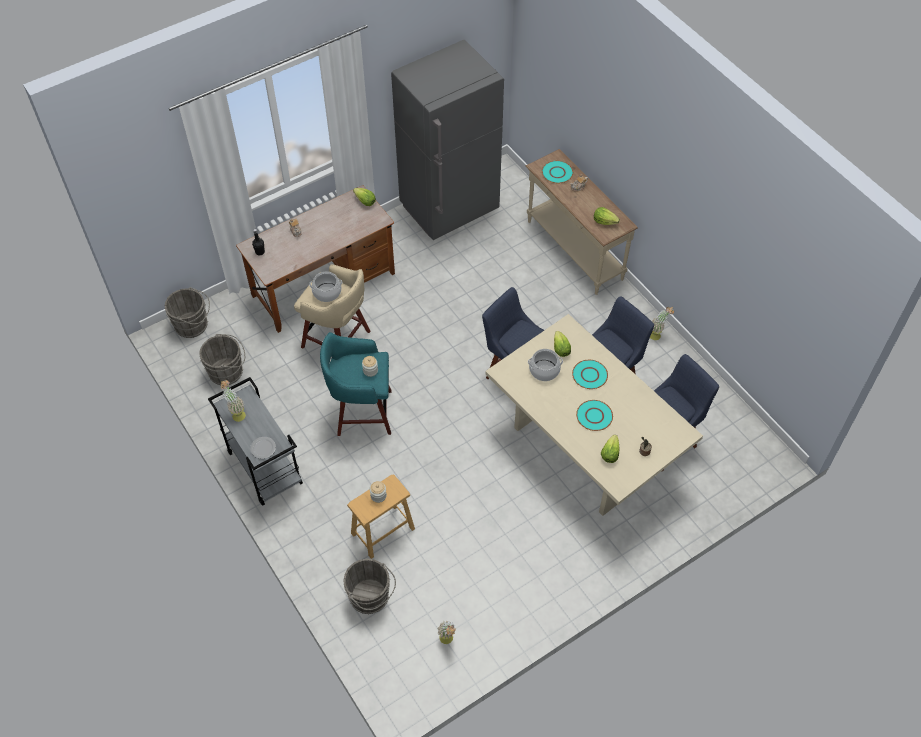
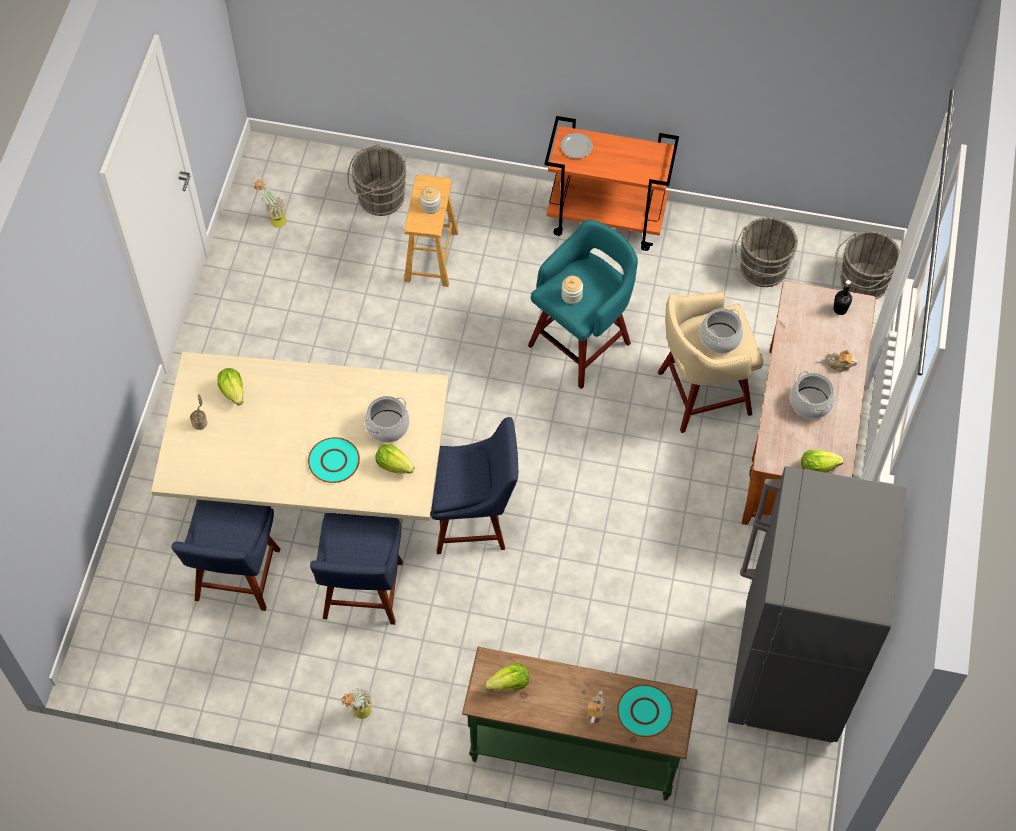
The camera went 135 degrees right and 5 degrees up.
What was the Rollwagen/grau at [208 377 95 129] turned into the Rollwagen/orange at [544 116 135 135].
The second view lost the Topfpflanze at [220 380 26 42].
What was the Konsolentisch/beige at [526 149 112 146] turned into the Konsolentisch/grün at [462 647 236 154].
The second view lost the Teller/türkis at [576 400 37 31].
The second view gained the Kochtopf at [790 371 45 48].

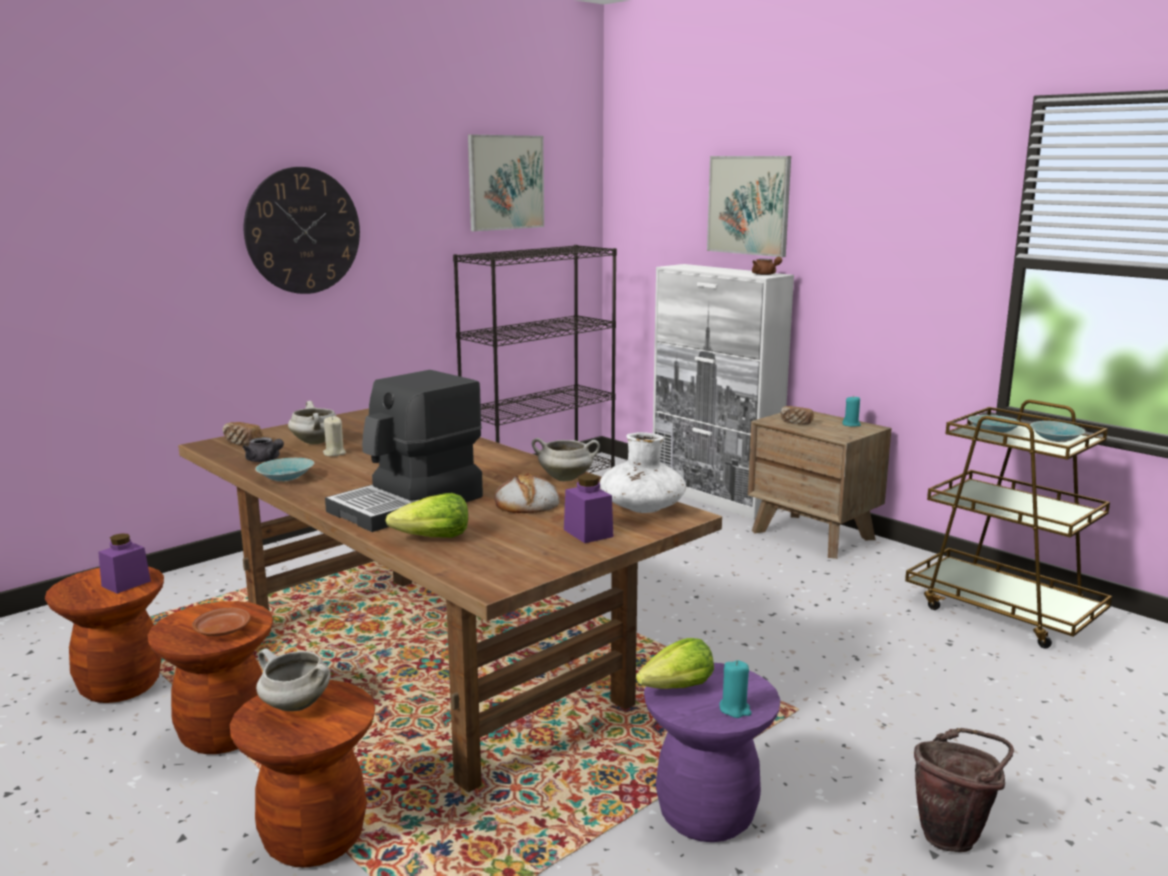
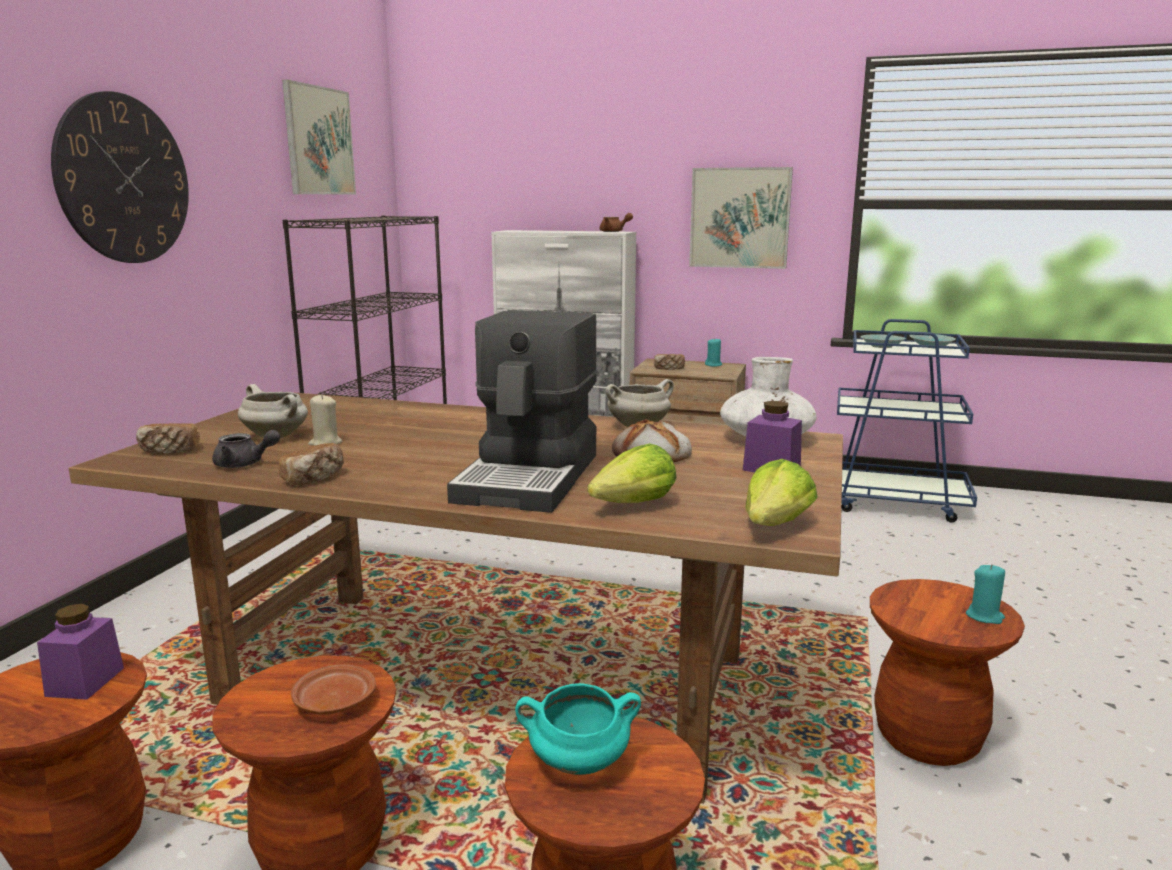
The camera went 30 degrees left and 0 degrees up.
Where the Schüssel/türkis stood at [255 458 59 24], the Brot came to stand at [278 443 66 42].
What was the Kochtopf/weiß at [256 649 75 62] turned into the Kochtopf/türkis at [515 683 126 92].
The Salatkopf ended up elsewhere, having gone from [636 638 78 51] to [746 459 72 67].
What was the Hocker/lila at [644 663 136 179] turned into the Hocker/braun at [870 579 155 187].
The Bild ended up elsewhere, having gone from [707 156 84 101] to [689 167 104 102].
What was the Rollwagen/braun at [905 400 207 249] turned into the Rollwagen/blau at [837 319 140 204].
The second view lost the Eimer/braun at [914 728 100 124].

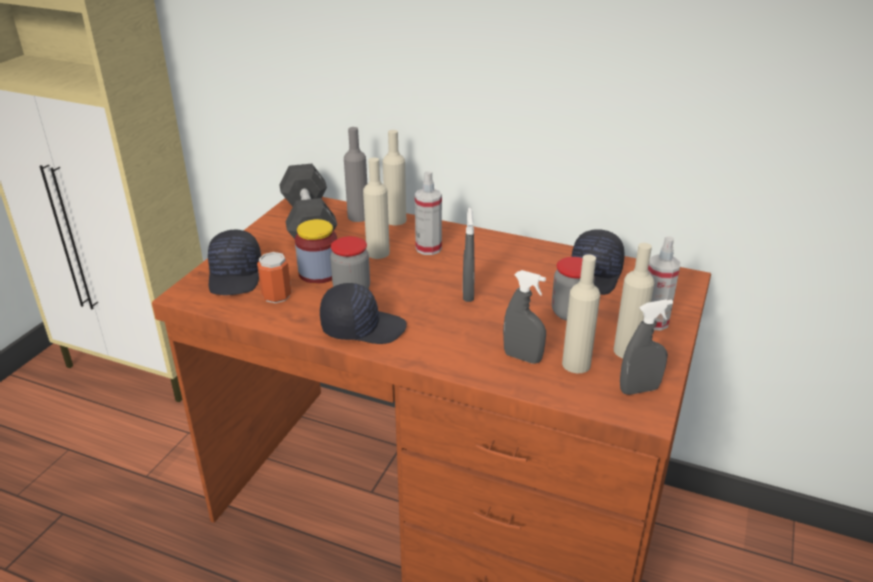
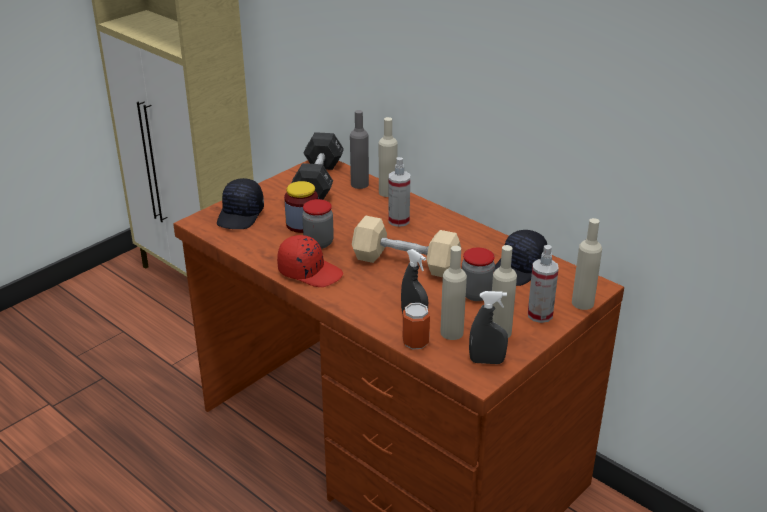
The camera went 20 degrees right and 0 degrees up.
The Dose ended up elsewhere, having gone from [257 252 35 51] to [403 303 27 46].
What was the Kappe/schwarz at [320 283 87 61] turned into the Kappe/rot at [277 235 66 52].
The Flasche/beige ended up elsewhere, having gone from [363 158 27 101] to [572 218 30 92].
Where the Sprühflasche/grau stood at [463 208 12 94], the Hantel/beige came to stand at [352 216 109 61].

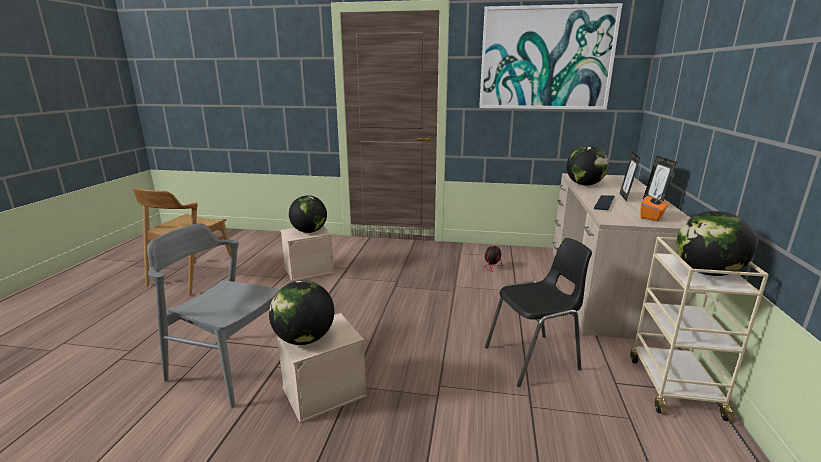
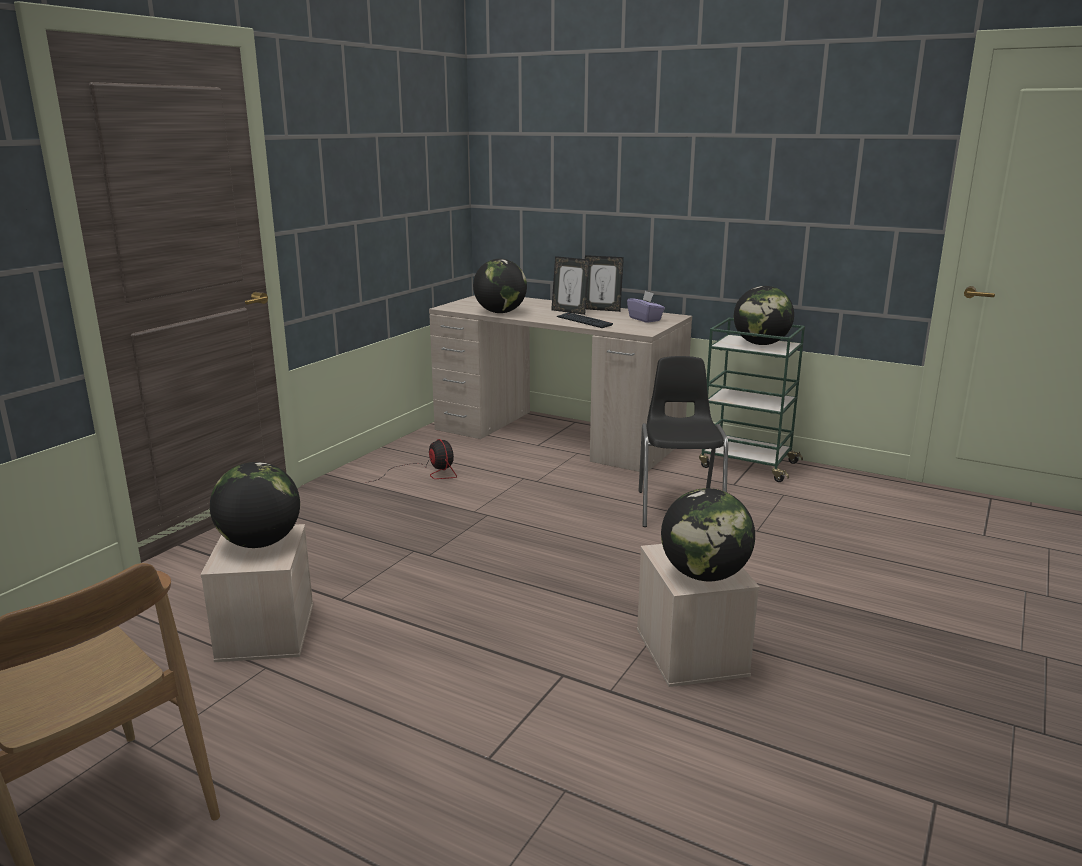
The camera went 70 degrees left and 0 degrees up.
The second view lost the Stuhl/grau at [147 223 133 185].
The second view lost the Bild at [479 3 143 107].
What was the Rollwagen/beige at [630 237 139 186] turned into the Rollwagen/grün at [699 318 106 164].
What was the Taschentuchbox/orange at [640 194 28 27] turned into the Taschentuchbox/lila at [627 291 38 32].

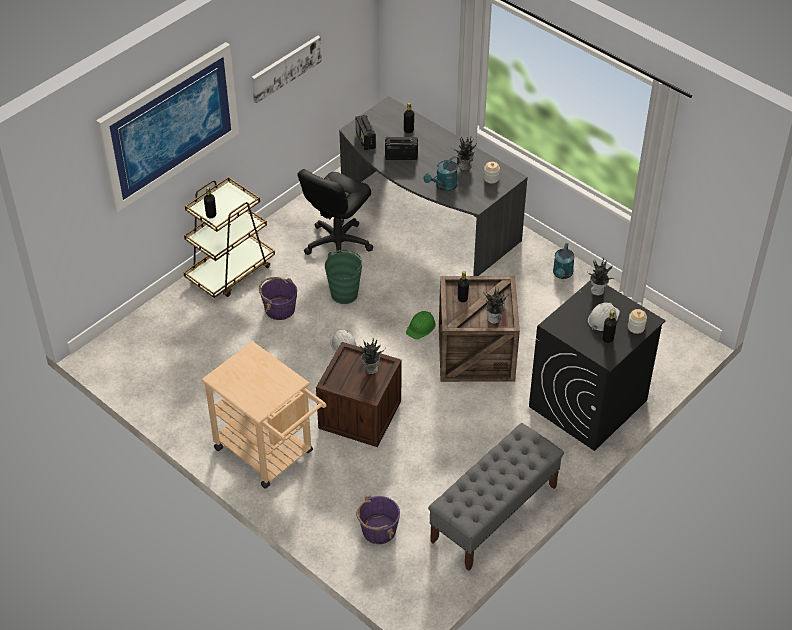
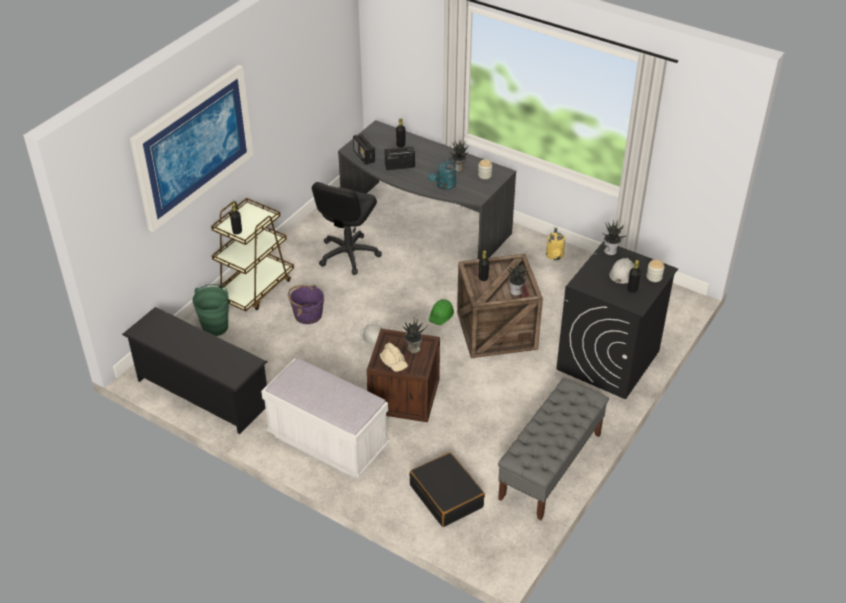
The camera went 10 degrees left and 5 degrees down.
Where the Rollwagen/beige stood at [201 341 125 148], the Bank/weiß came to stand at [261 358 128 120].
The second view lost the Bild at [251 36 71 68].
The Eimer/grün ended up elsewhere, having gone from [325 250 37 54] to [192 284 37 52].
Where the Eimer/lila stood at [356 495 44 49], the Koffer/schwarz came to stand at [409 452 76 75].
What was the Gießkanne/türkis at [553 243 22 36] turned into the Gießkanne/gelb at [546 228 19 32].
The second view gained the Schuhregal/schwarz at [122 307 146 127].
The second view gained the Schutzhelm/beige at [380 343 28 29].

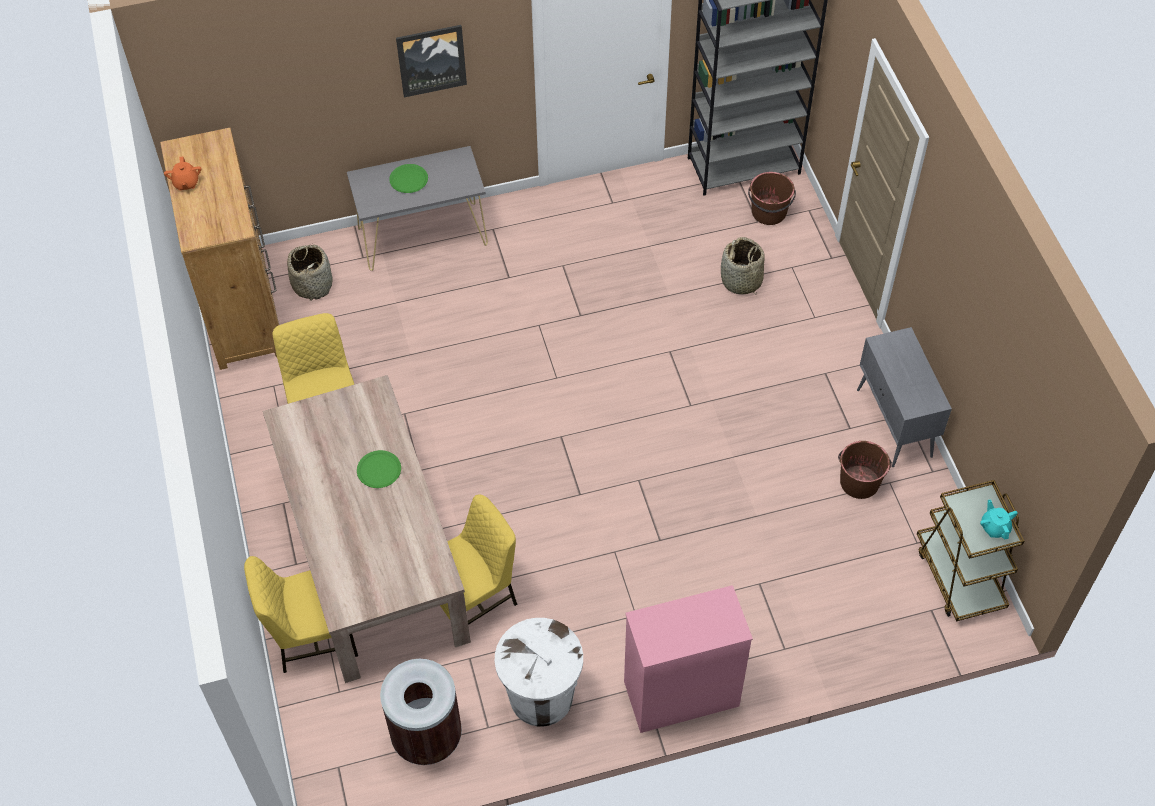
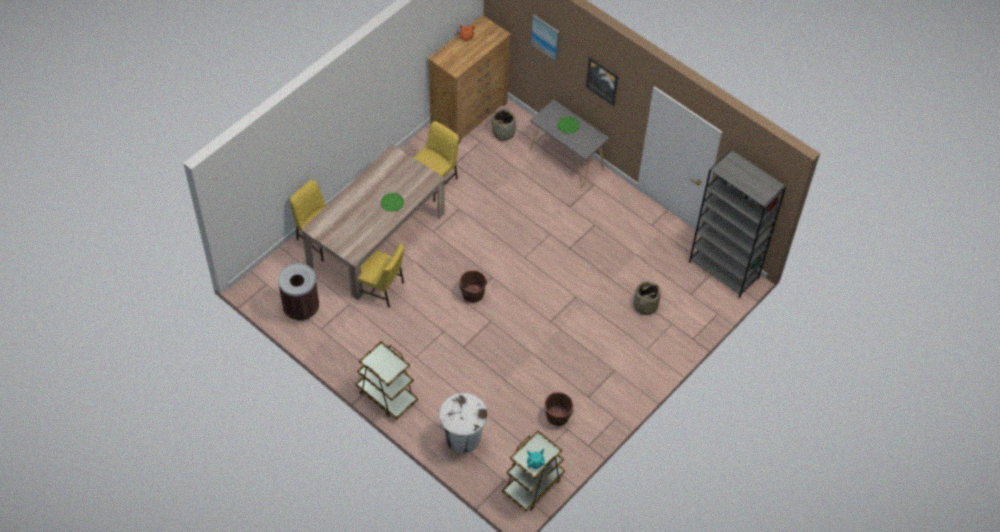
The camera went 55 degrees right and 0 degrees up.
The Mülleimer/weiß ended up elsewhere, having gone from [495 618 88 108] to [439 393 48 60].
Where the Kommode/rosa stood at [624 585 129 148], the Rollwagen/braun came to stand at [355 341 63 79].
The Eimer/braun ended up elsewhere, having gone from [748 172 48 53] to [459 270 28 33].
The second view lost the Schrank/grau at [857 327 95 140].
The second view gained the Bild at [531 15 29 47].

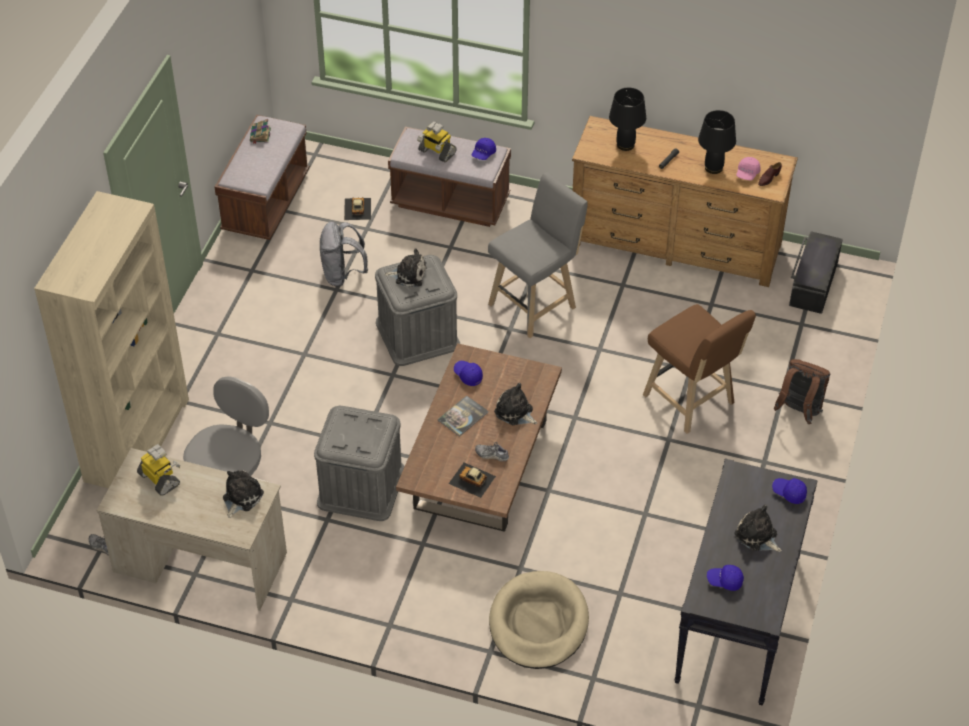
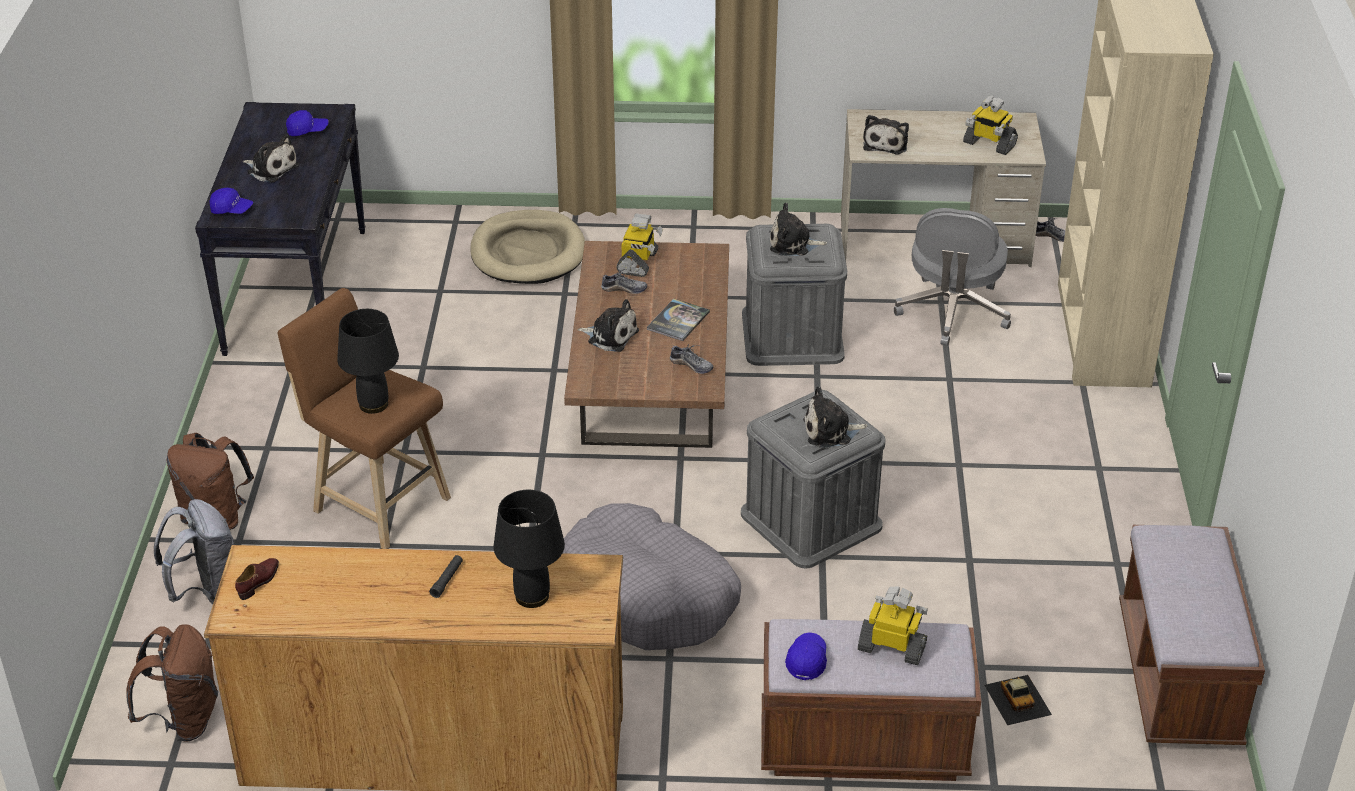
The camera went 165 degrees right and 10 degrees down.
The second view lost the Buch at [250 119 21 25].
The Rucksack/grau ended up elsewhere, having gone from [320 221 48 66] to [154 499 81 105].
Where the Spielzeugauto stood at [449 463 47 35], the Spielzeugroboter came to stand at [616 214 47 63].
Where the Kappe/blau stood at [454 361 29 25], the Schuh came to stand at [670 344 43 30].
Where the Hocker/grau stood at [488 172 100 166], the Hundebett/grau came to stand at [563 503 178 147].
The Tischlampe/schwarz ended up elsewhere, having gone from [698 110 38 64] to [337 309 62 105].
The second view lost the Kappe/rosa at [736 157 25 23].
Where the Aufbewahrungsbox/schwarz stood at [789 231 54 83], the Rucksack/braun came to stand at [126 624 92 118].
The second view gained the Plüschtier at [770 203 57 53].

